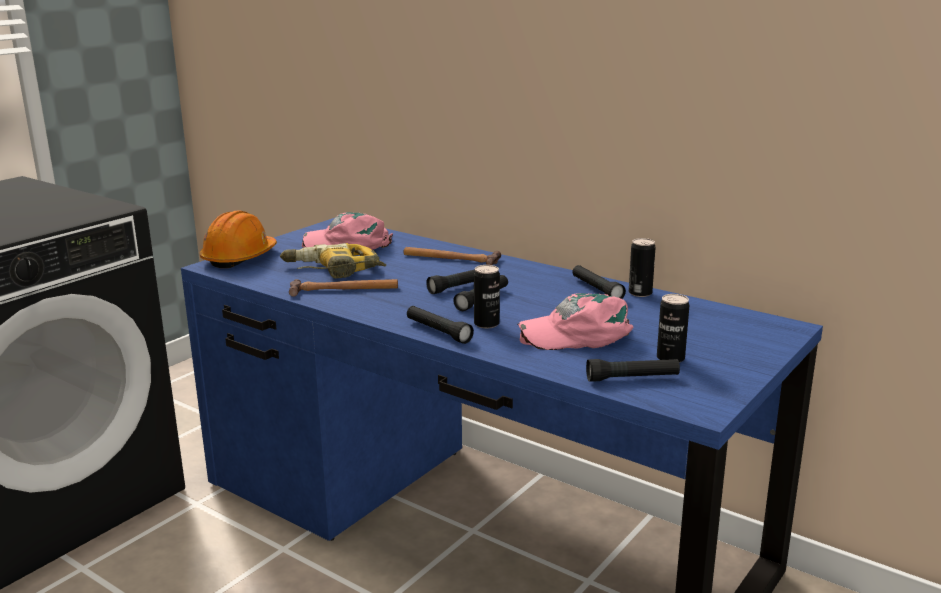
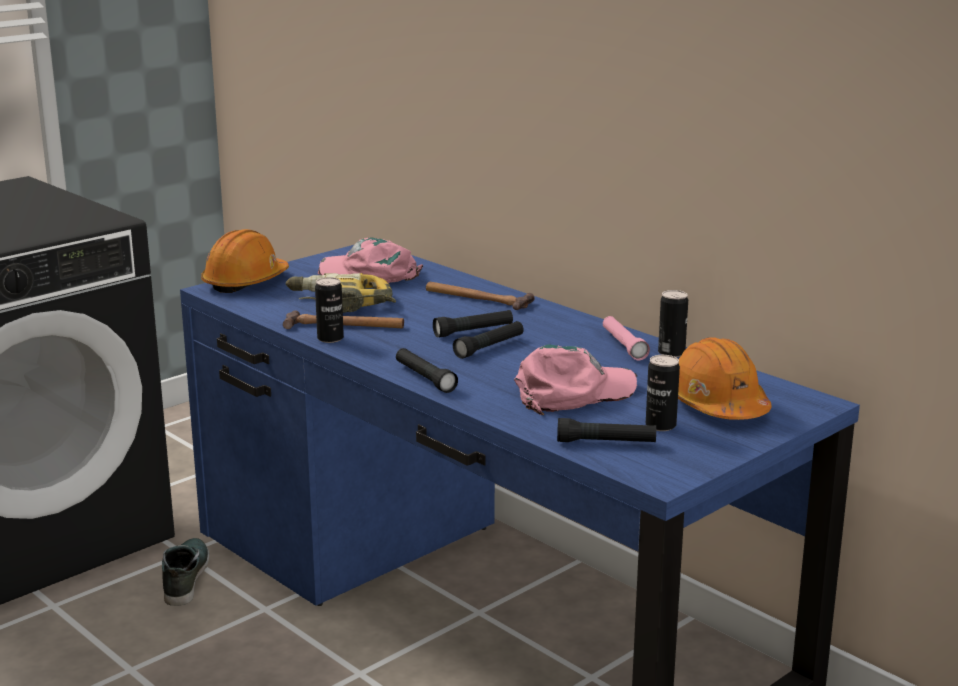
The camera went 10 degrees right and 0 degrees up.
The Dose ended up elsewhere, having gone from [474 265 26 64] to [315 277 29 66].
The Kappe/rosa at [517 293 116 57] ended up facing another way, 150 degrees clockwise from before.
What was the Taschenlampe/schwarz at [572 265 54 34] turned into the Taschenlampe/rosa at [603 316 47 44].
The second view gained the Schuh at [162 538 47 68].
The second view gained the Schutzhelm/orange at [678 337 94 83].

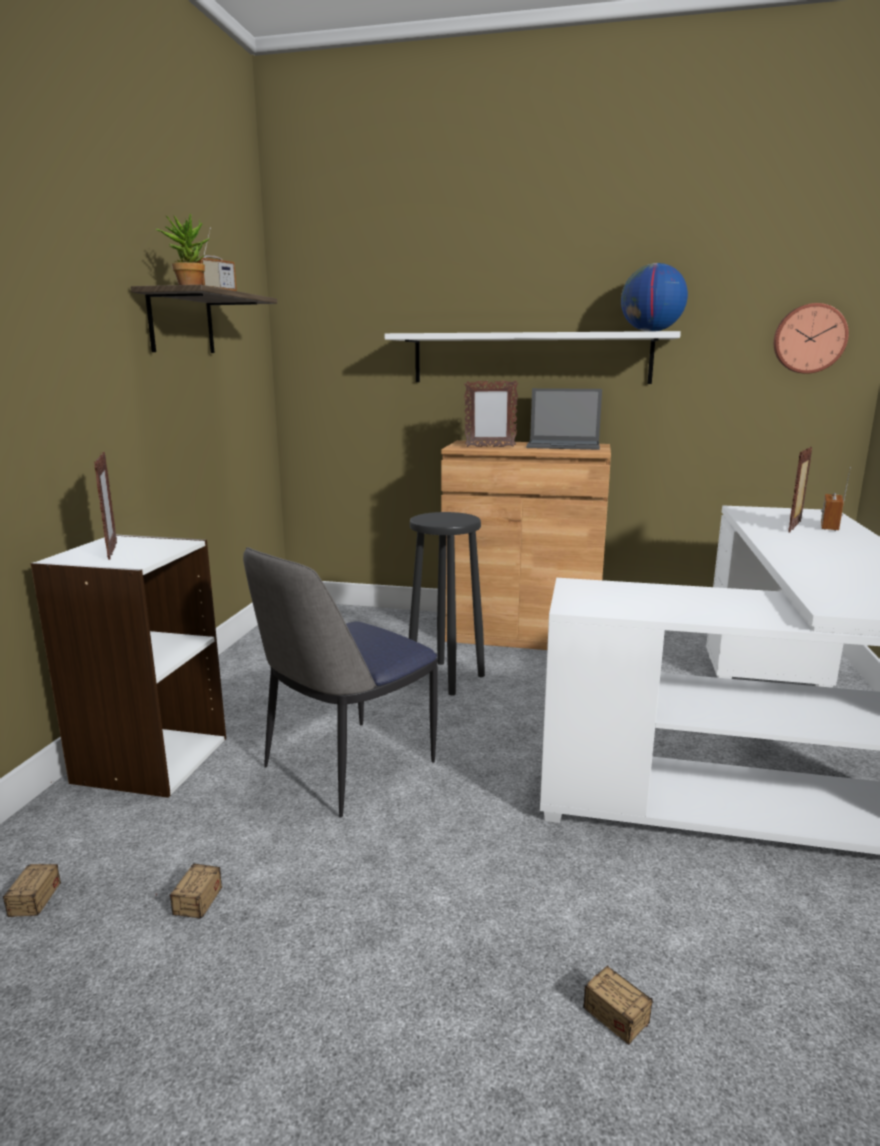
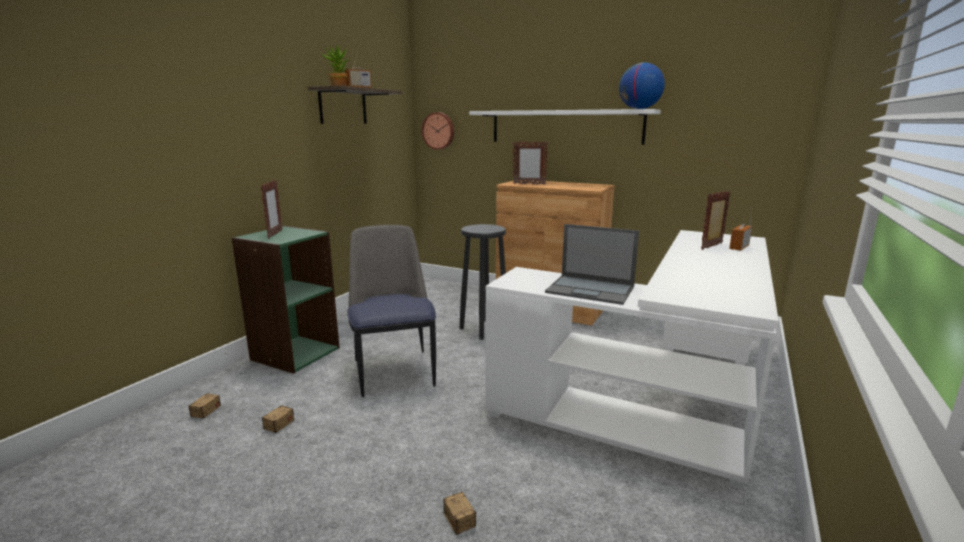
The camera went 15 degrees right and 0 degrees up.
What was the Bücherregal/weiß at [31 535 195 263] turned into the Bücherregal/grün at [231 226 109 148].
The Stuhl at [243 547 194 271] ended up facing another way, 105 degrees clockwise from before.
The Laptop ended up elsewhere, having gone from [526 388 76 62] to [545 224 94 81].
The Wanduhr ended up elsewhere, having gone from [774 303 75 71] to [422 112 32 38].

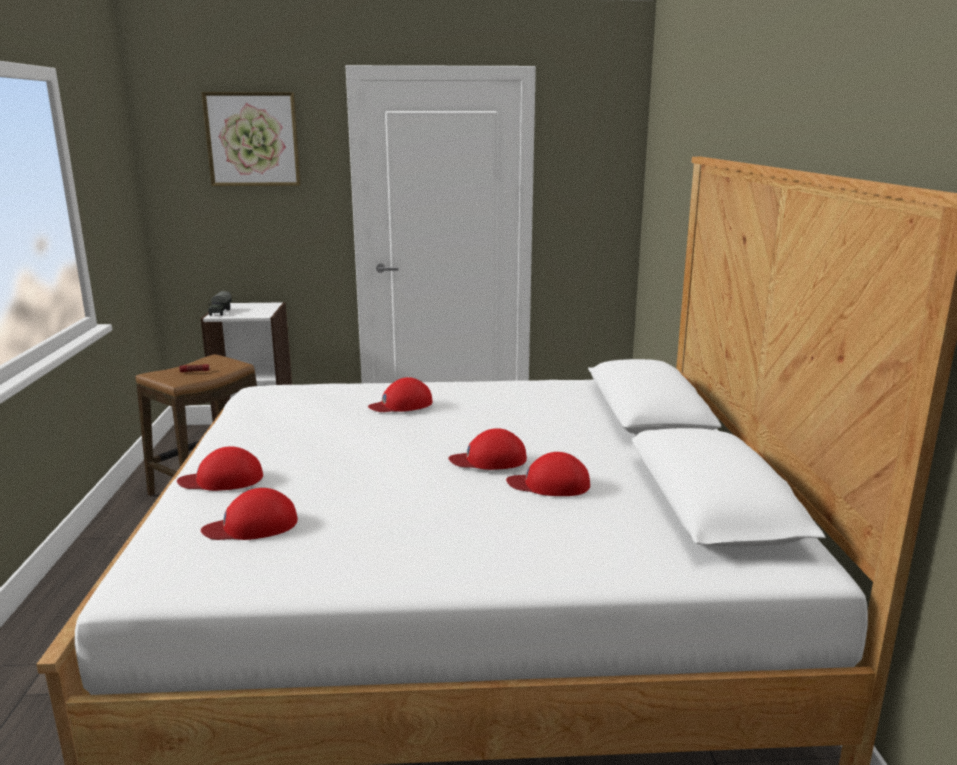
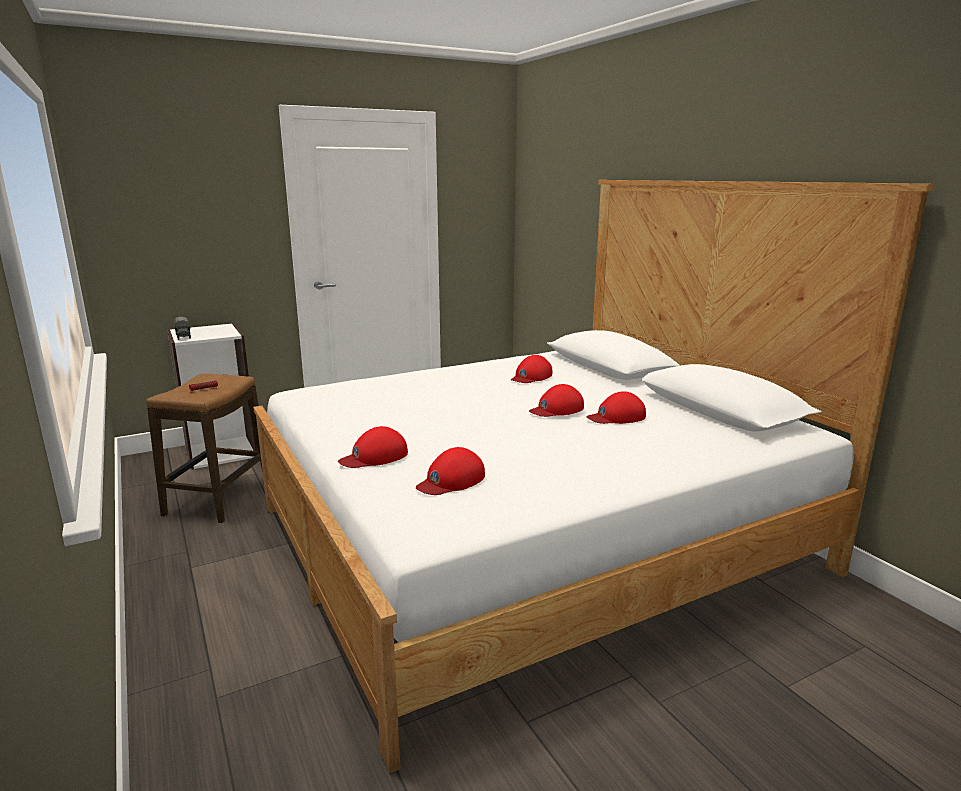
The camera went 25 degrees left and 0 degrees up.
The second view lost the Bild at [201 92 100 94].
The Kappe/rot ended up elsewhere, having gone from [368 377 65 35] to [511 355 41 28].

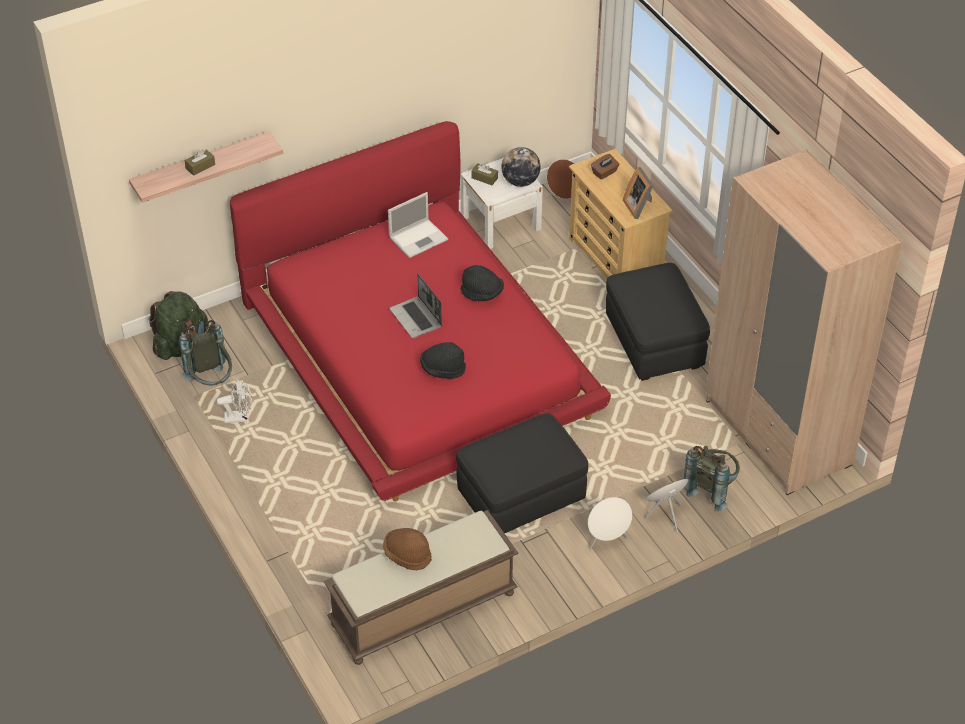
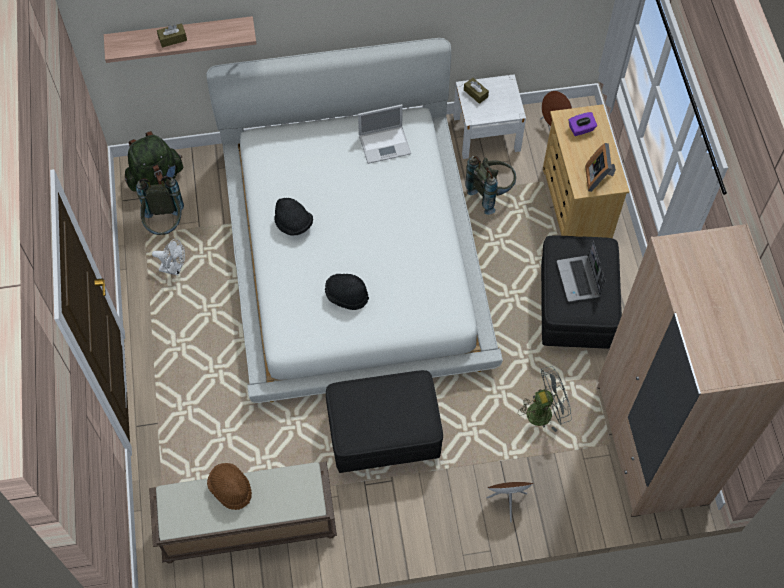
The camera went 20 degrees right and 15 degrees up.
What was the Bett/rot at [230 121 381 381] turned into the Bett/weiß at [206 38 297 365].
The Laptop ended up elsewhere, having gone from [389 274 53 64] to [557 240 48 62].
The Hut/schwarz ended up elsewhere, having gone from [461 265 43 36] to [274 198 39 38].
The second view lost the Globus at [501 147 40 40].
The second view lost the Lautsprecher/weiß at [588 497 44 53].
What was the Taschentuchbox/braun at [591 154 28 26] turned into the Taschentuchbox/lila at [568 112 29 24].
The Rucksack/grau ended up elsewhere, having gone from [684 446 56 65] to [465 156 51 59].
The second view gained the Ventilator/grau at [518 366 54 66].

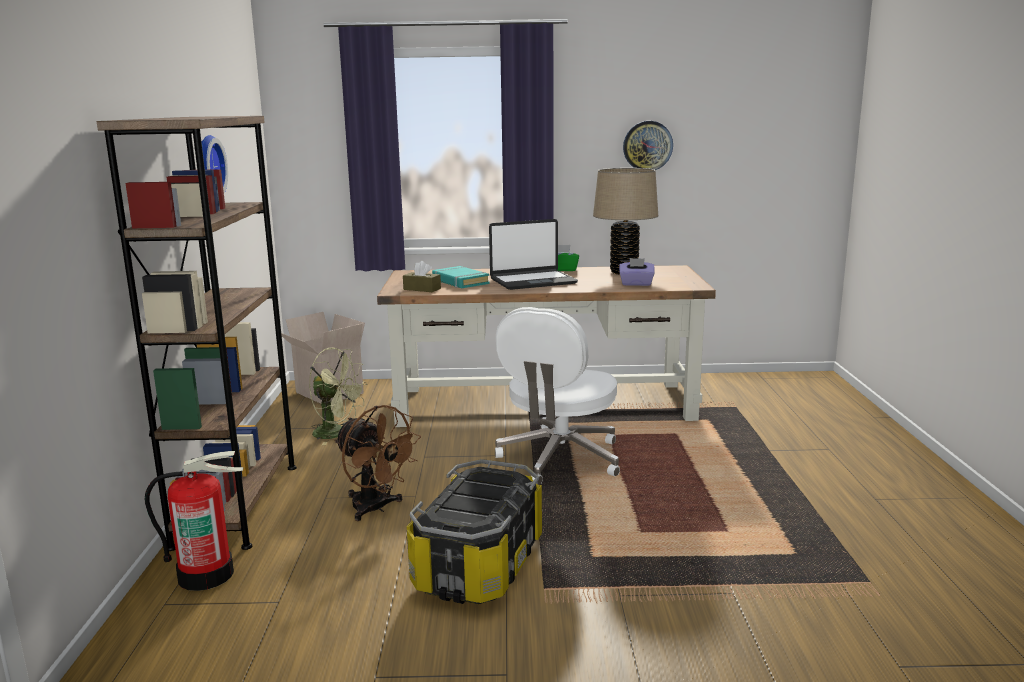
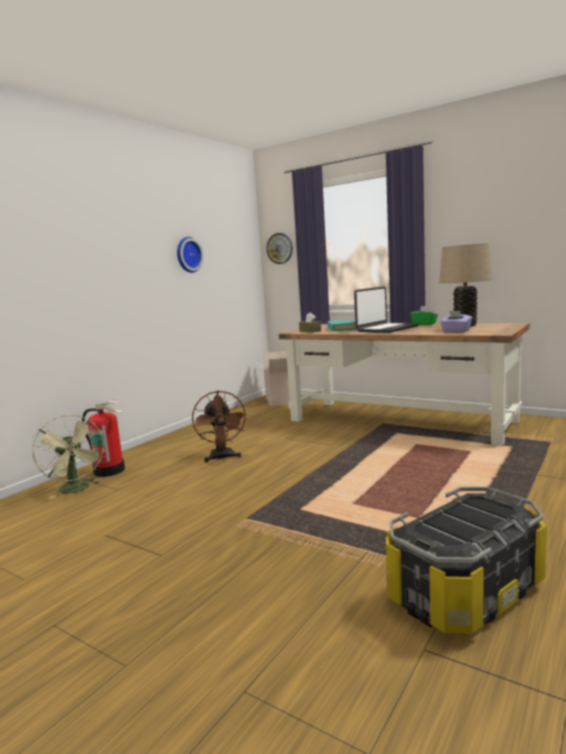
The camera went 35 degrees right and 5 degrees down.
The second view lost the Bücherregal/braun at [97 116 200 435].
The Ventilator/grün ended up elsewhere, having gone from [309 348 58 97] to [32 414 73 85].
The Aufbewahrungsbox ended up elsewhere, having gone from [407 459 135 145] to [386 487 161 148].
The Laptop at [489 219 89 71] ended up facing another way, 60 degrees counterclockwise from before.
The second view lost the Bürostuhl/weiß at [495 307 125 178].
The Wanduhr ended up elsewhere, having gone from [623 121 50 49] to [266 233 27 31].

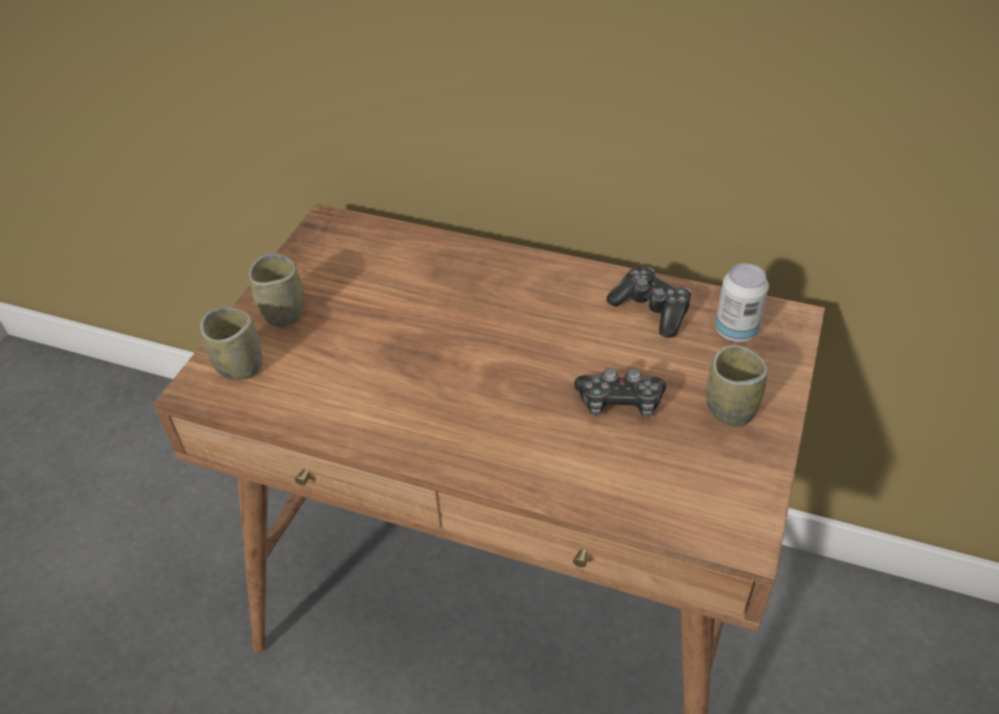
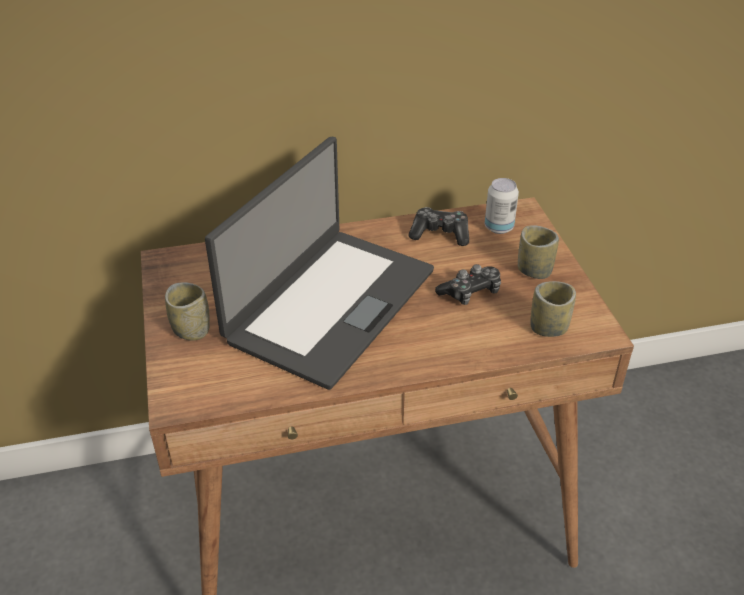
The camera went 35 degrees left and 5 degrees down.
The Tasse ended up elsewhere, having gone from [200 308 62 72] to [531 281 45 56].
The second view gained the Laptop at [205 137 229 253].

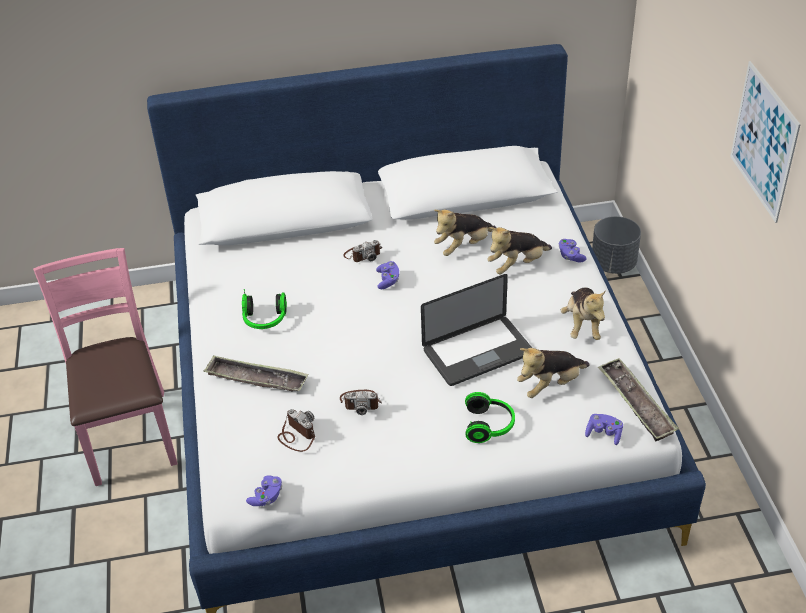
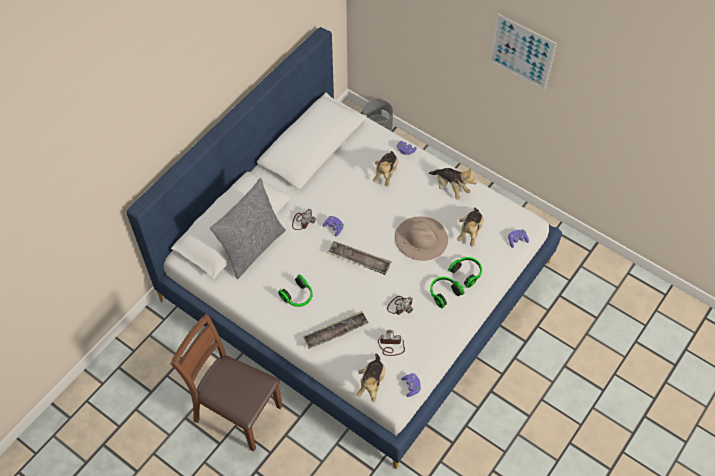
The camera went 45 degrees left and 15 degrees up.
What was the Stuhl/rosa at [33 248 145 238] turned into the Stuhl/braun at [171 314 111 138].
Where the Laptop stood at [421 274 111 112], the Hut/beige came to stand at [395 216 53 45].
The Plüschtier ended up elsewhere, having gone from [434 210 62 46] to [357 354 28 48].
The Tablett ended up elsewhere, having gone from [598 358 81 83] to [328 241 64 34].
The second view gained the Kissen/grau at [210 178 76 101].
The second view gained the Kopfhörer at [430 277 34 31].

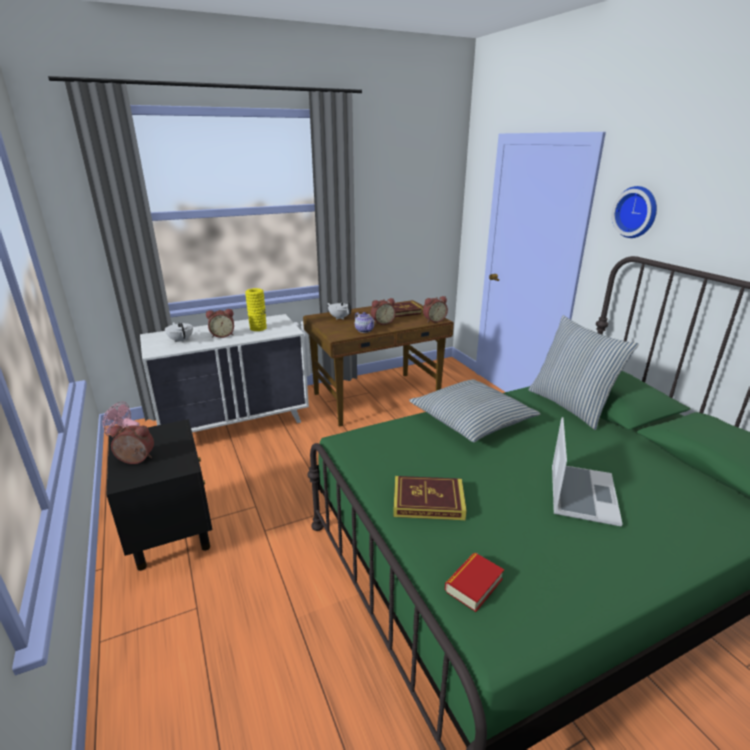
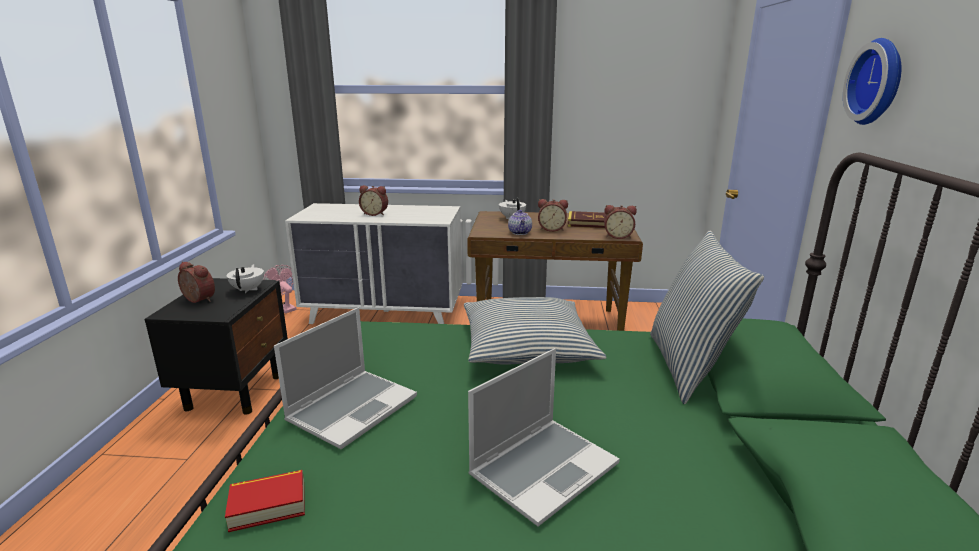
The camera went 30 degrees right and 5 degrees down.
The Teekanne/weiß ended up elsewhere, having gone from [165 322 28 21] to [227 264 37 29].
The second view lost the Vase/gelb at [245 288 22 43].
Where the Buch stood at [393 476 74 44], the Laptop came to stand at [274 307 143 142].

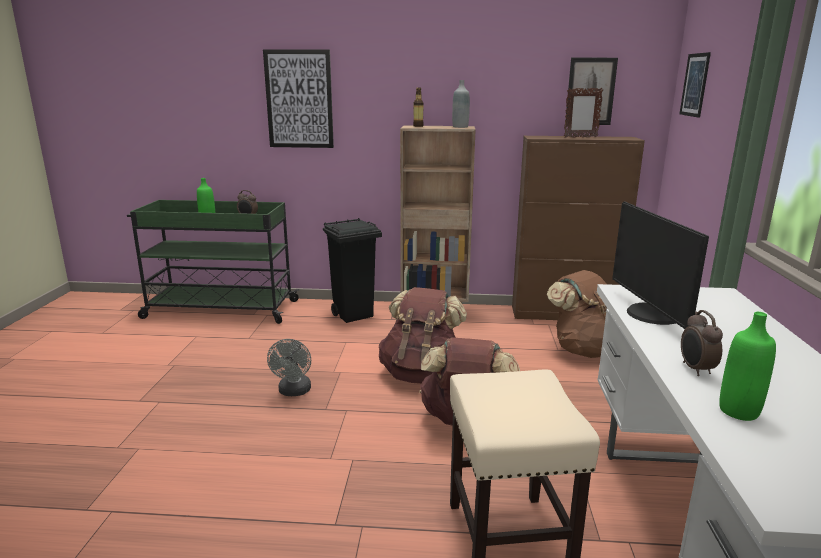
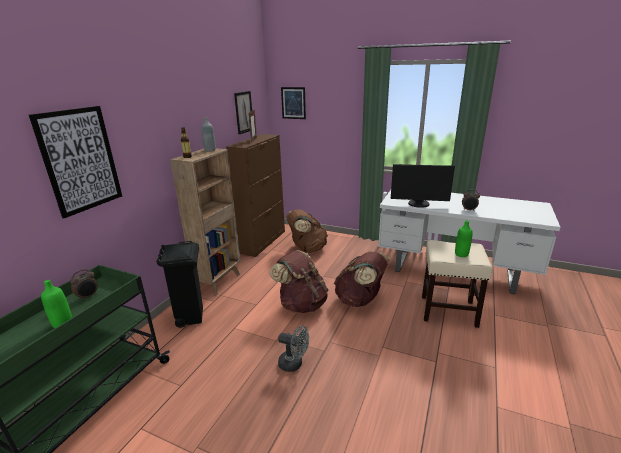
The camera went 70 degrees left and 5 degrees up.
The Flasche/grün ended up elsewhere, having gone from [719 312 57 109] to [455 220 18 37].

